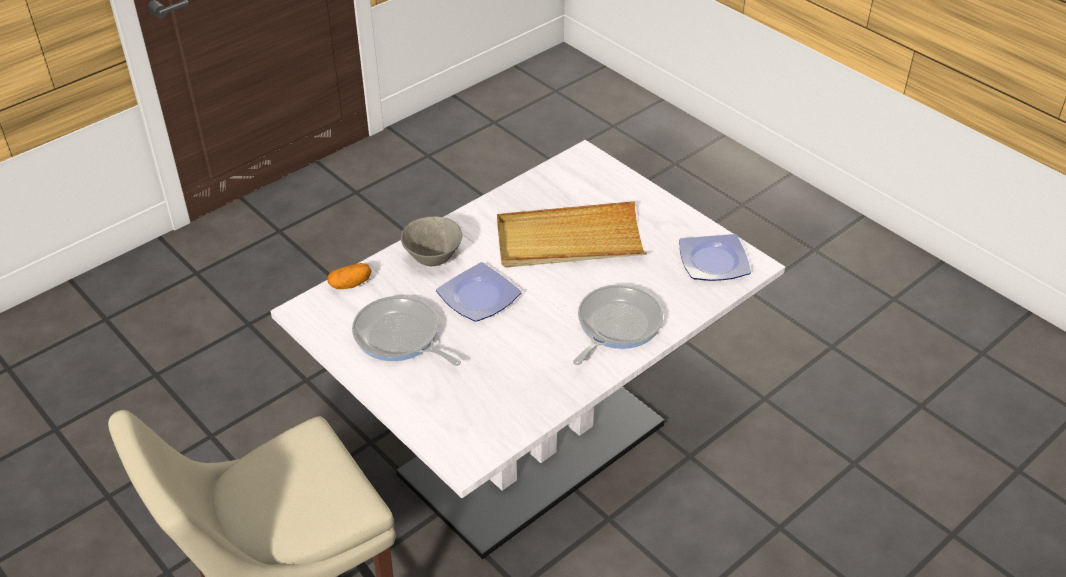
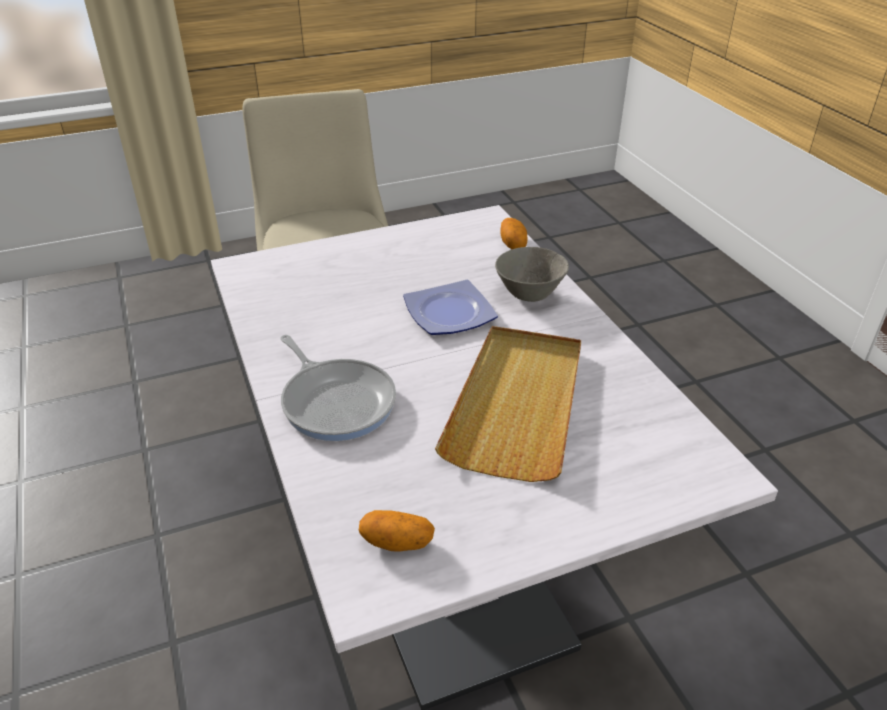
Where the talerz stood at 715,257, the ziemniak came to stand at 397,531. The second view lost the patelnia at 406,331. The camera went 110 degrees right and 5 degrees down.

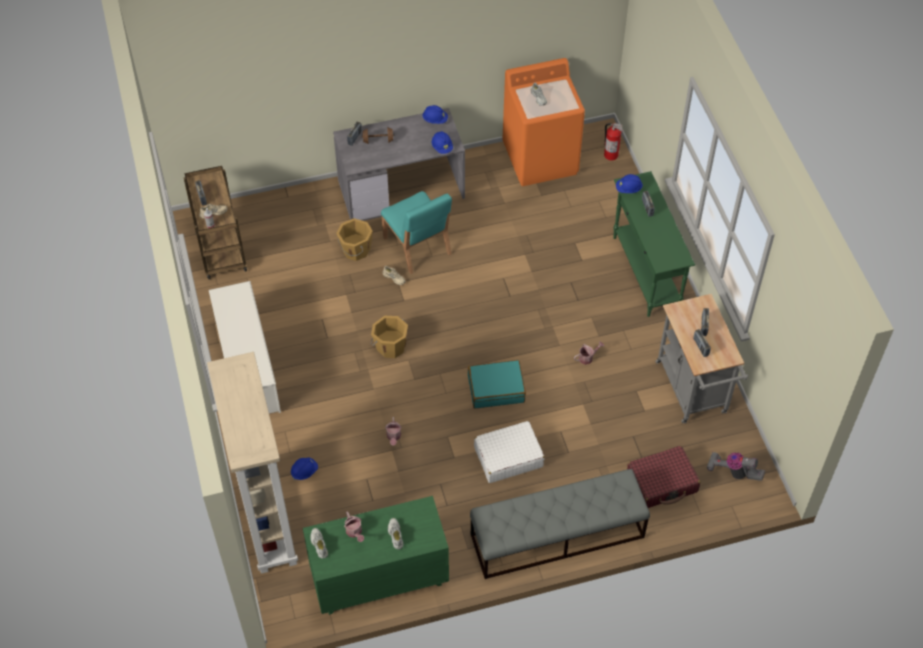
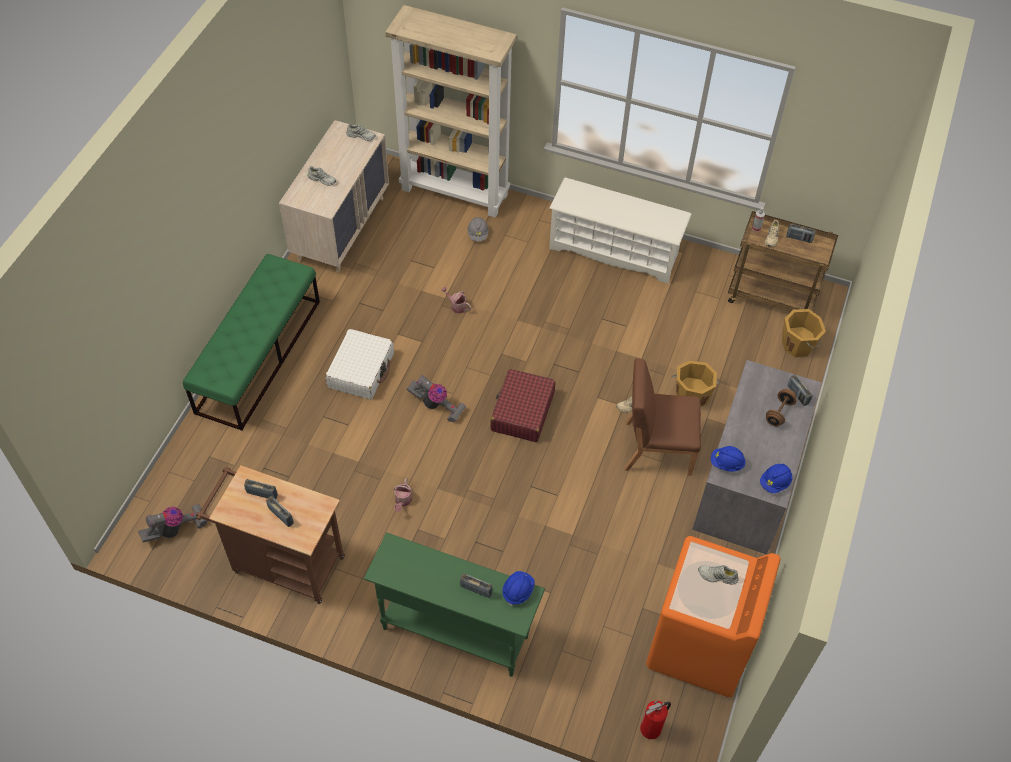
What was the ławka/szary at 560,524 turned into the ławka/zielony at 251,342. What was the wózek/szary at 701,358 turned into the wózek/brązowy at 270,534. What was the komoda/zielony at 376,555 turned into the komoda/beżowy at 334,196. Where the walizka/turkusowy stood at 497,384, the odkurzacz came to stand at 436,399. What was the kask/niebieski at 304,469 turned into the kask/szary at 478,229. The walizka/czerwony ended up elsewhere, having gone from 663,477 to 523,405. What was the krzesło/turkusowy at 416,232 turned into the krzesło/brązowy at 663,417. The wiadro/pomarańczowy ended up elsewhere, having gone from 389,337 to 804,333. The second view lost the konewka at 354,527. The camera went 125 degrees right and 0 degrees up.

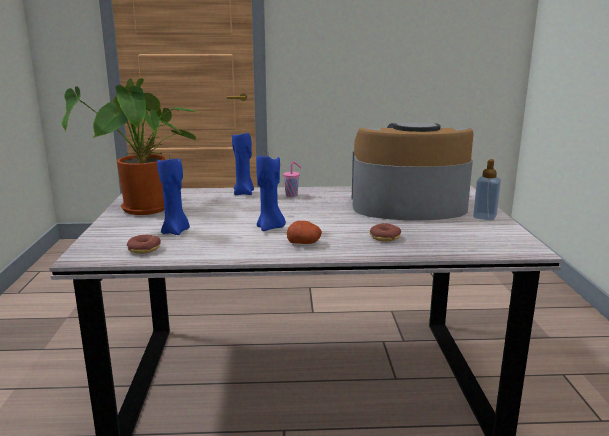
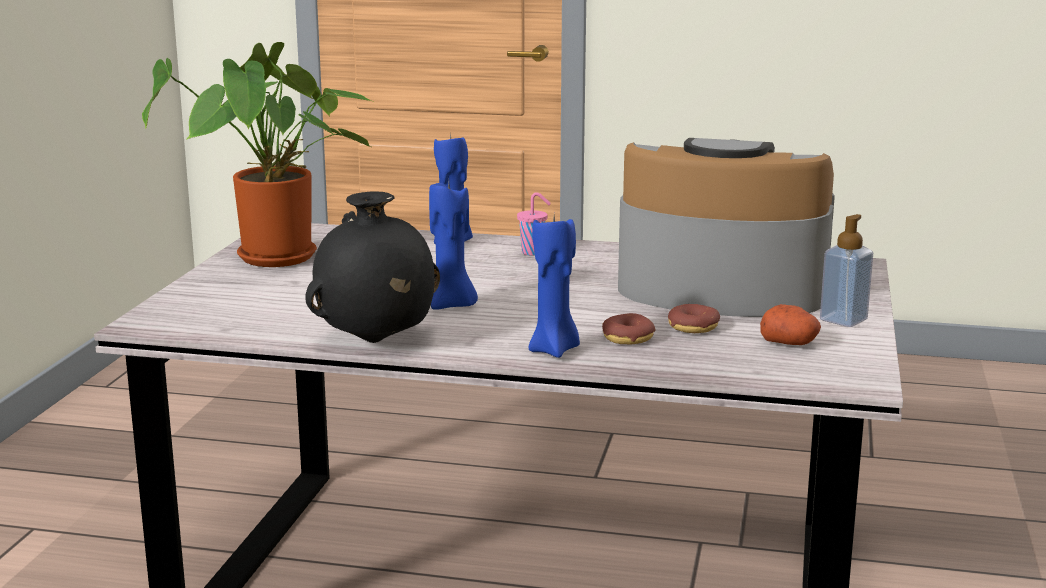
The second view gained the wazon/czarny at 372,267. The świeca/niebieski ended up elsewhere, having gone from 173,196 to 554,287. The donut ended up elsewhere, having gone from 144,244 to 694,318. The ziemniak ended up elsewhere, having gone from 304,232 to 790,324. The camera went 15 degrees right and 0 degrees up.

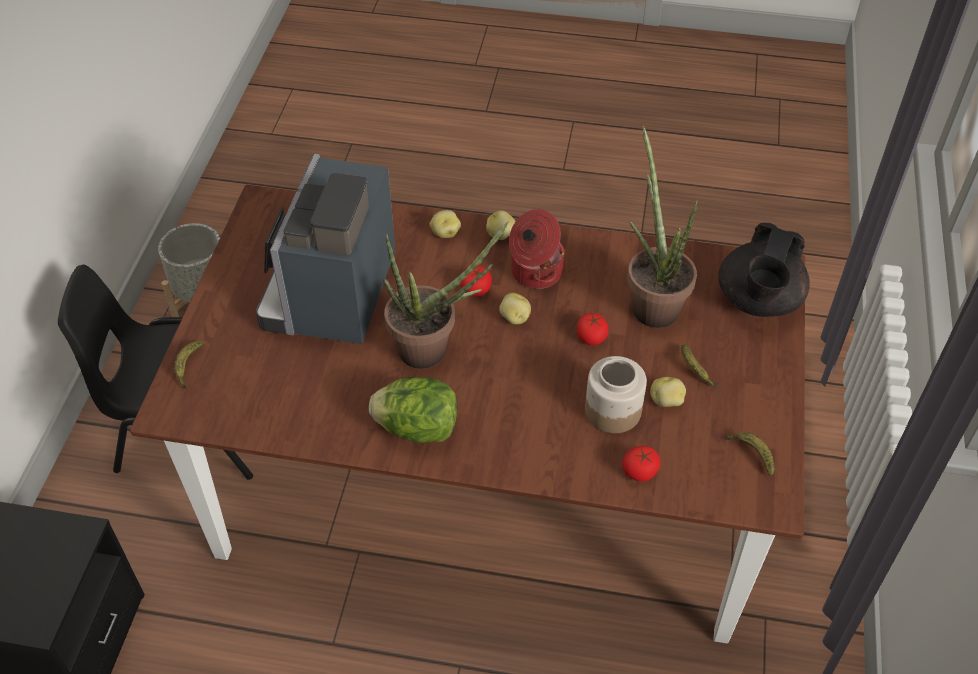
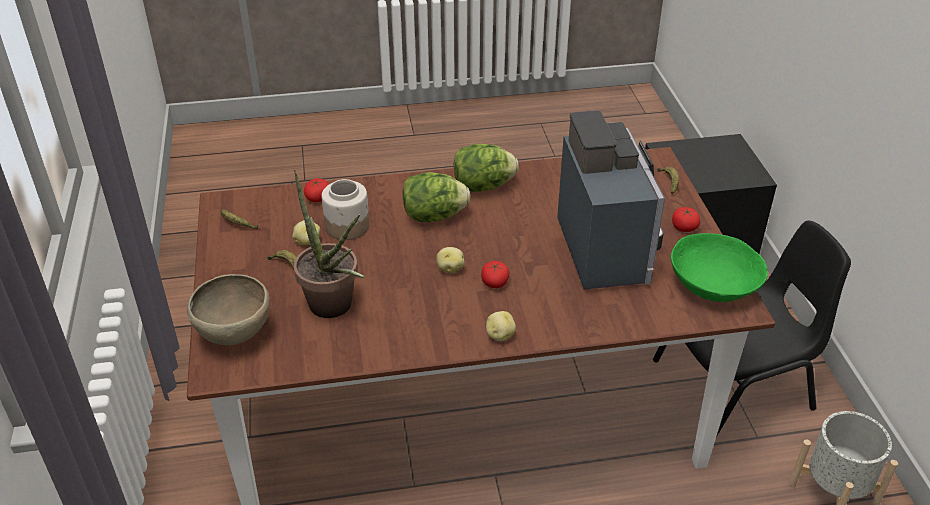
Where the imbryk/czarny stood at 764,270, the miska/brązowy came to stand at 228,309. The second view gained the sałata at 436,197. The second view gained the miska/zielony at 719,267. The pomidor ended up elsewhere, having gone from 593,329 to 686,219. The second view lost the roślina doniczkowa at 446,295. The second view lost the ziemniak at 445,224. The second view lost the garnek at 537,249. The camera went 160 degrees right and 10 degrees down.

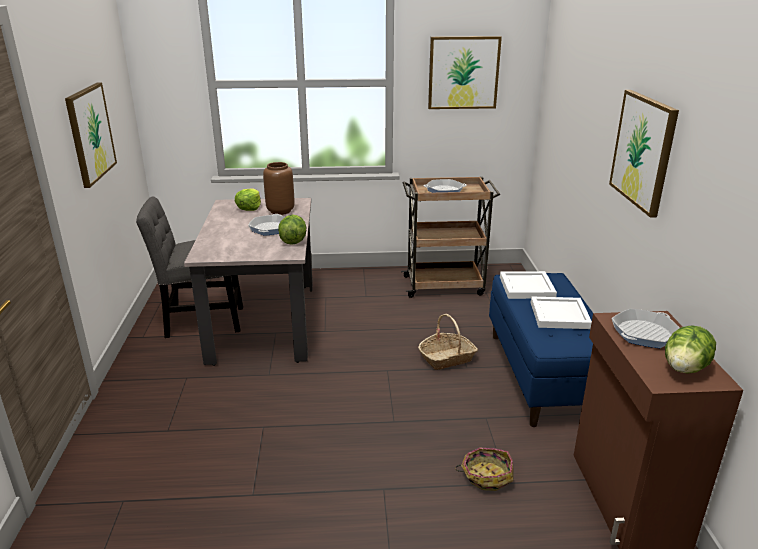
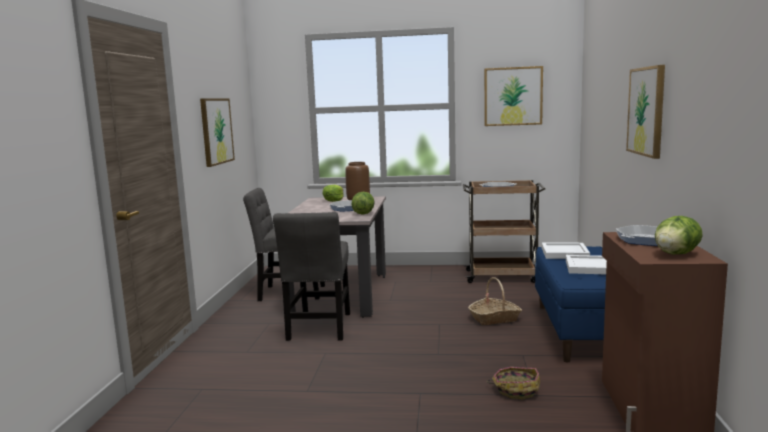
The second view gained the krzesło/szary at 311,276. The camera went 10 degrees right and 15 degrees down.

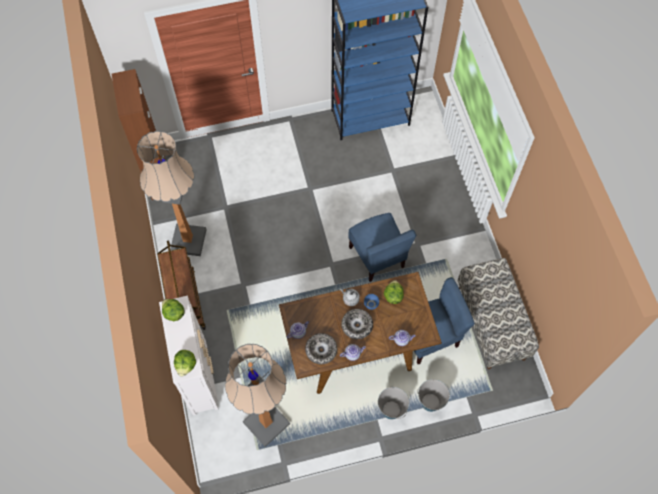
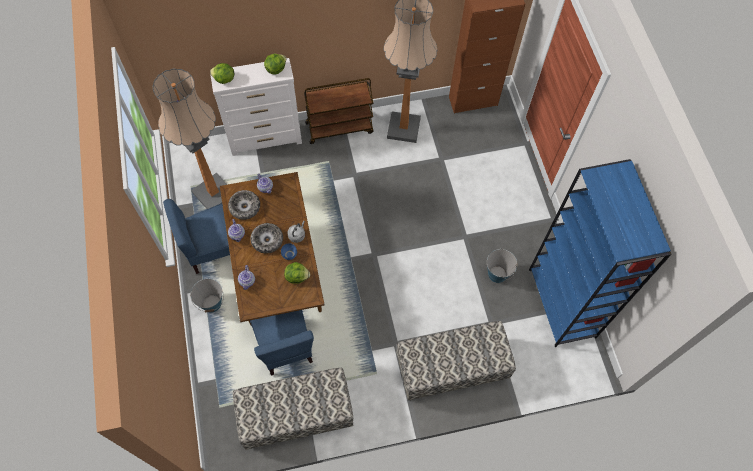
The krzesło/niebieski ended up elsewhere, having gone from 382,247 to 196,236. The second view gained the ławka at 456,360. The wiadro ended up elsewhere, having gone from 433,395 to 502,266. The camera went 90 degrees right and 0 degrees up.

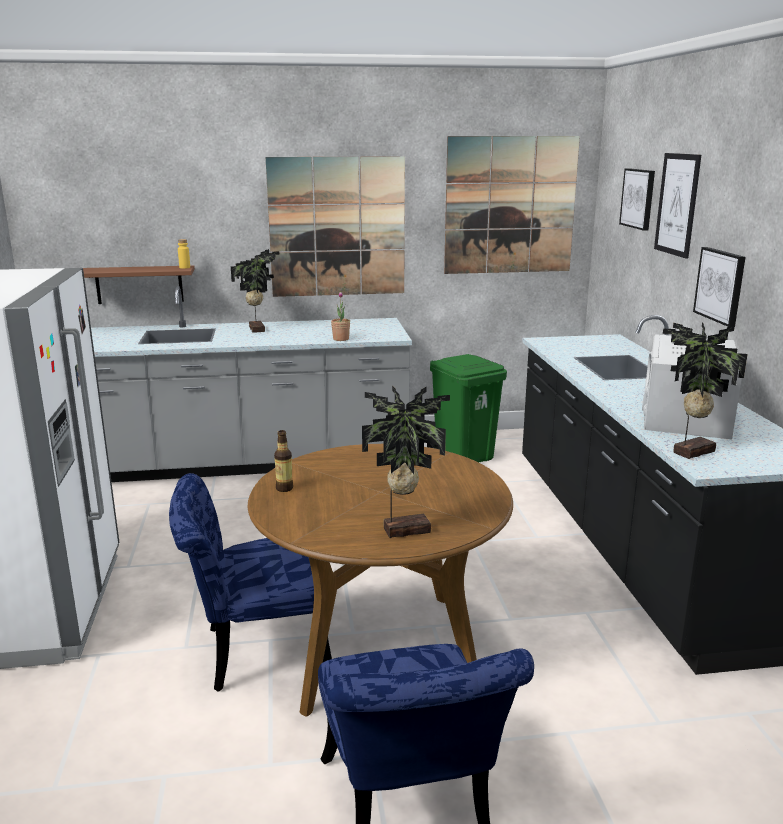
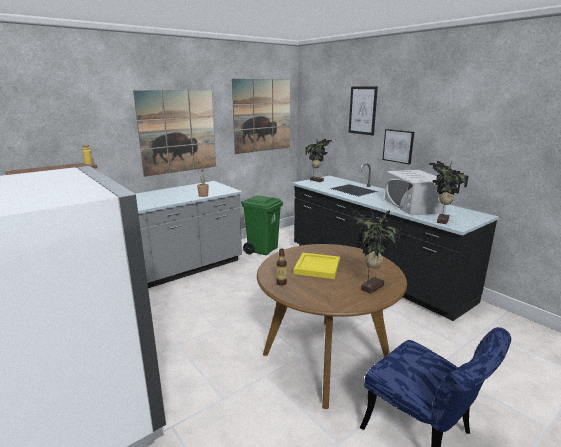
The second view gained the taca/żółty at 317,266. The roślina doniczkowa ended up elsewhere, having gone from 255,291 to 318,160. The second view lost the krzesło/niebieski at 250,582. The second view lost the obraz at 637,199. The camera went 30 degrees left and 0 degrees up.

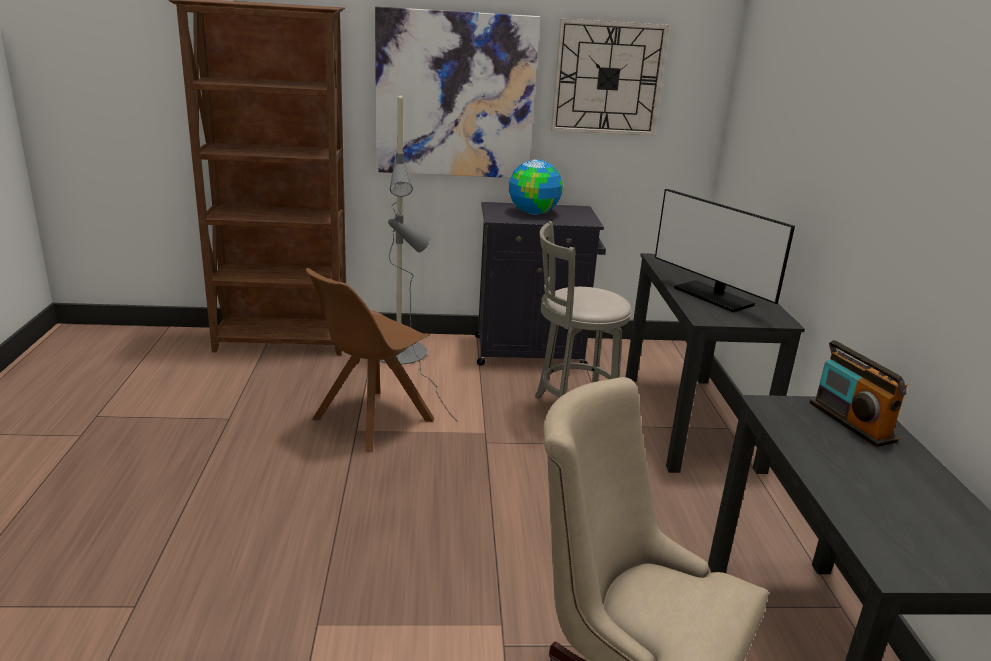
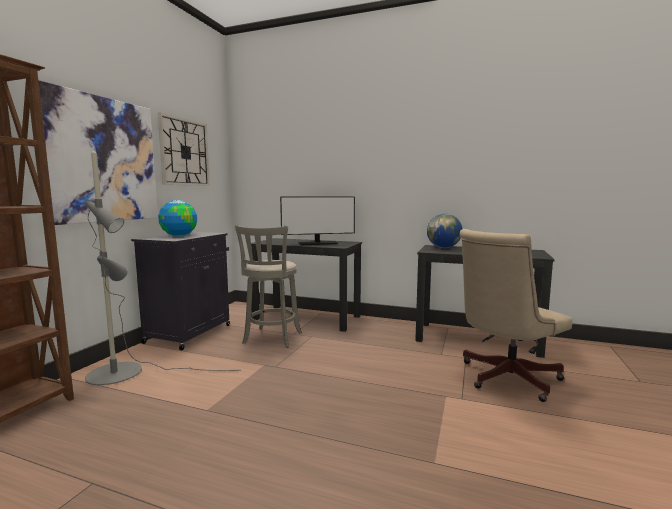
Where the radio stood at 858,393, the globus came to stand at 445,231. The second view lost the krzesło/brązowy at 370,360. The camera went 65 degrees left and 15 degrees down.

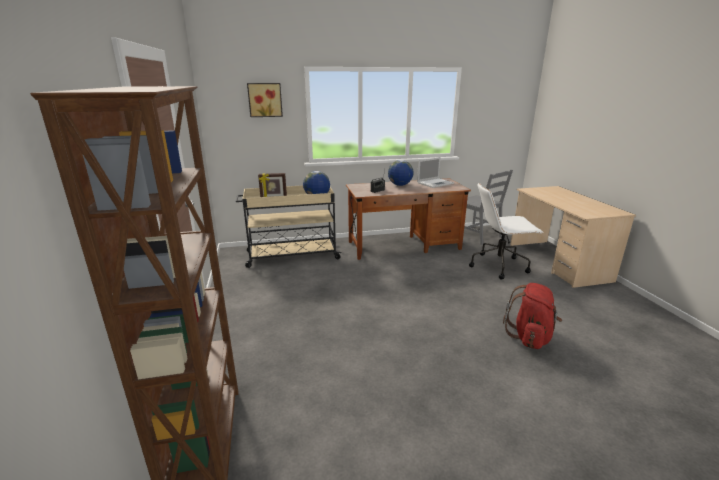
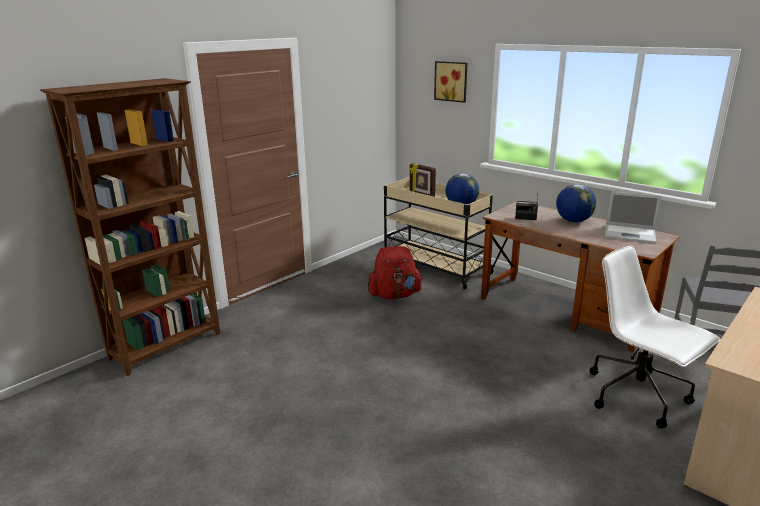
The plecak/czerwony ended up elsewhere, having gone from 532,316 to 395,272. The camera went 55 degrees right and 0 degrees up.

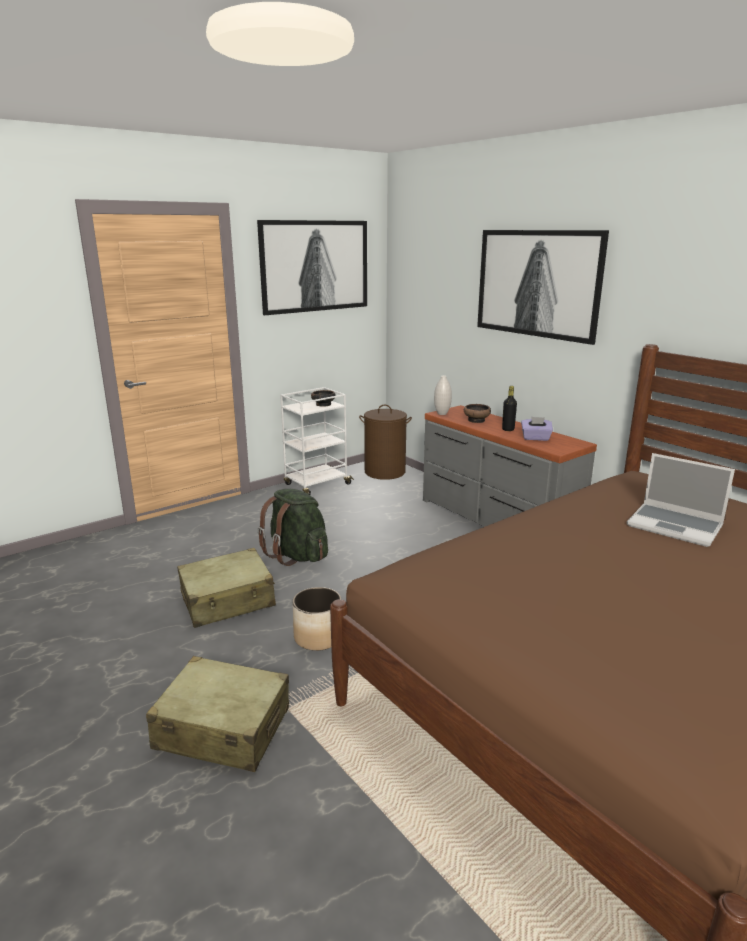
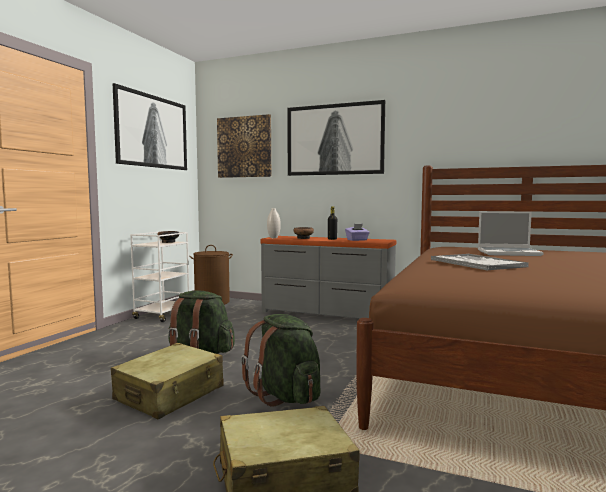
The second view gained the obraz at 244,146. Where the donica stood at 316,619, the plecak/zielony came to stand at 281,360. The second view gained the taca at 480,262. The camera went 30 degrees left and 15 degrees down.

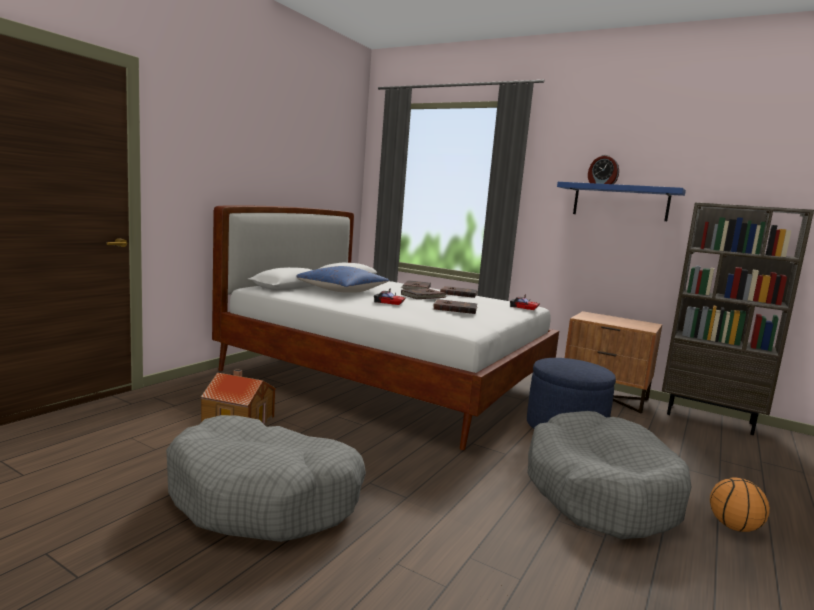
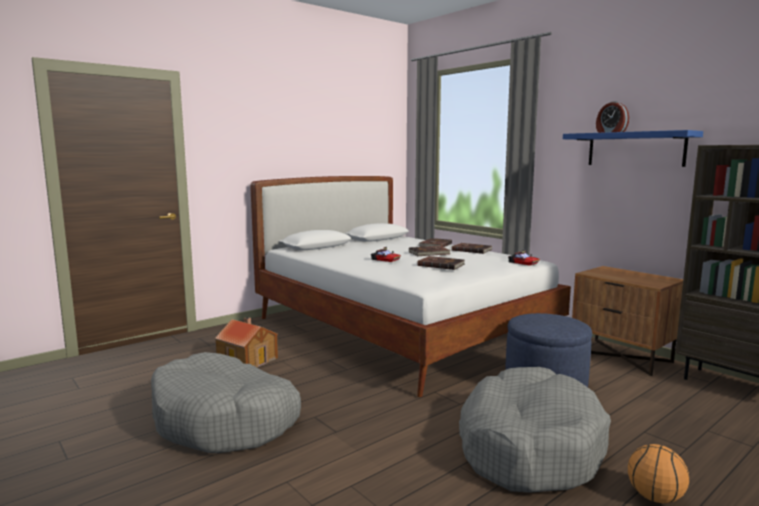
The second view lost the poduszka/niebieski at 343,279. The camera went 20 degrees right and 0 degrees up.

